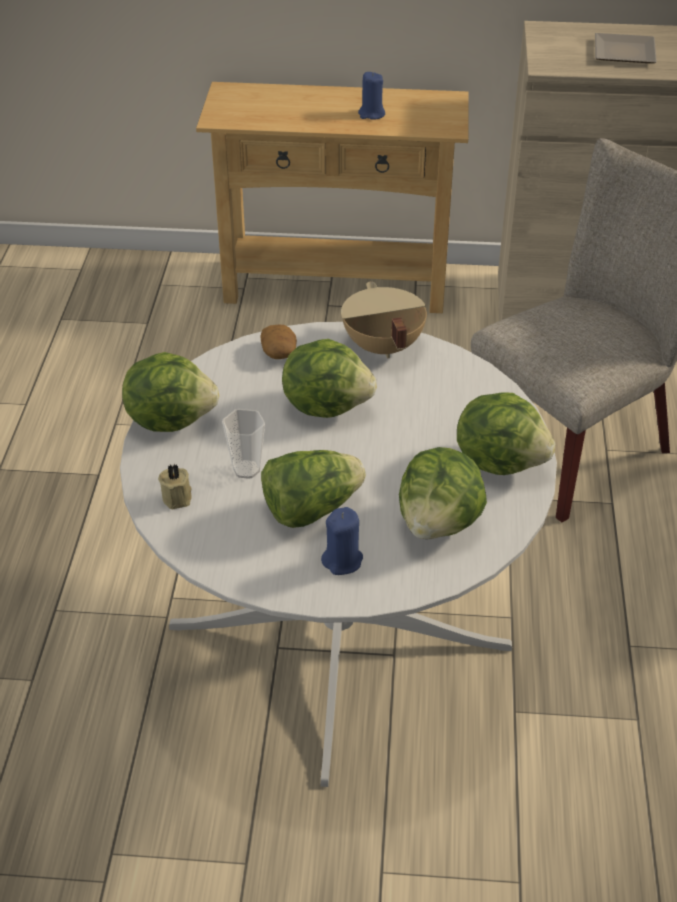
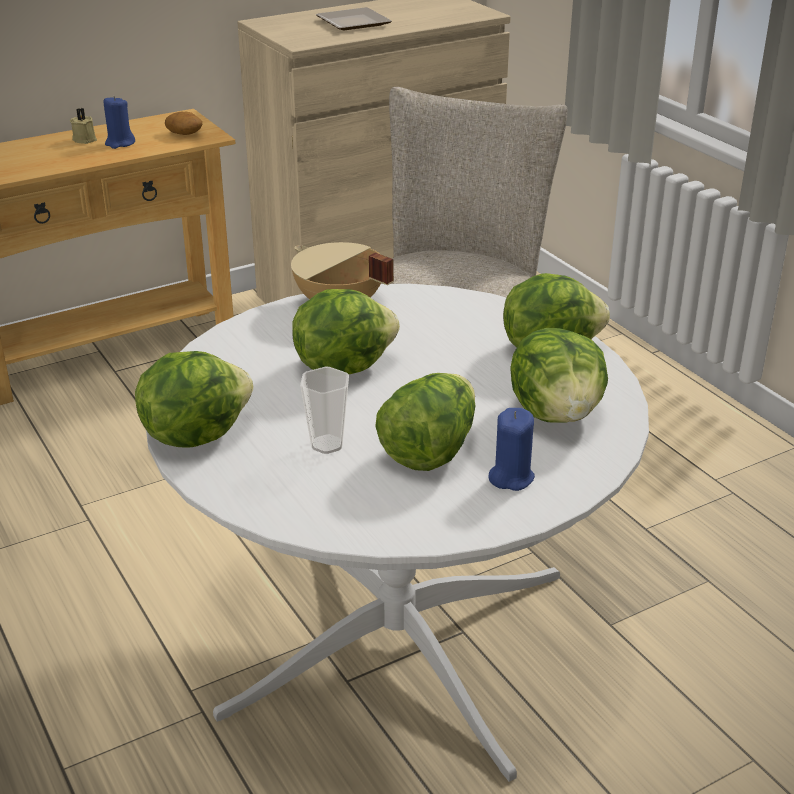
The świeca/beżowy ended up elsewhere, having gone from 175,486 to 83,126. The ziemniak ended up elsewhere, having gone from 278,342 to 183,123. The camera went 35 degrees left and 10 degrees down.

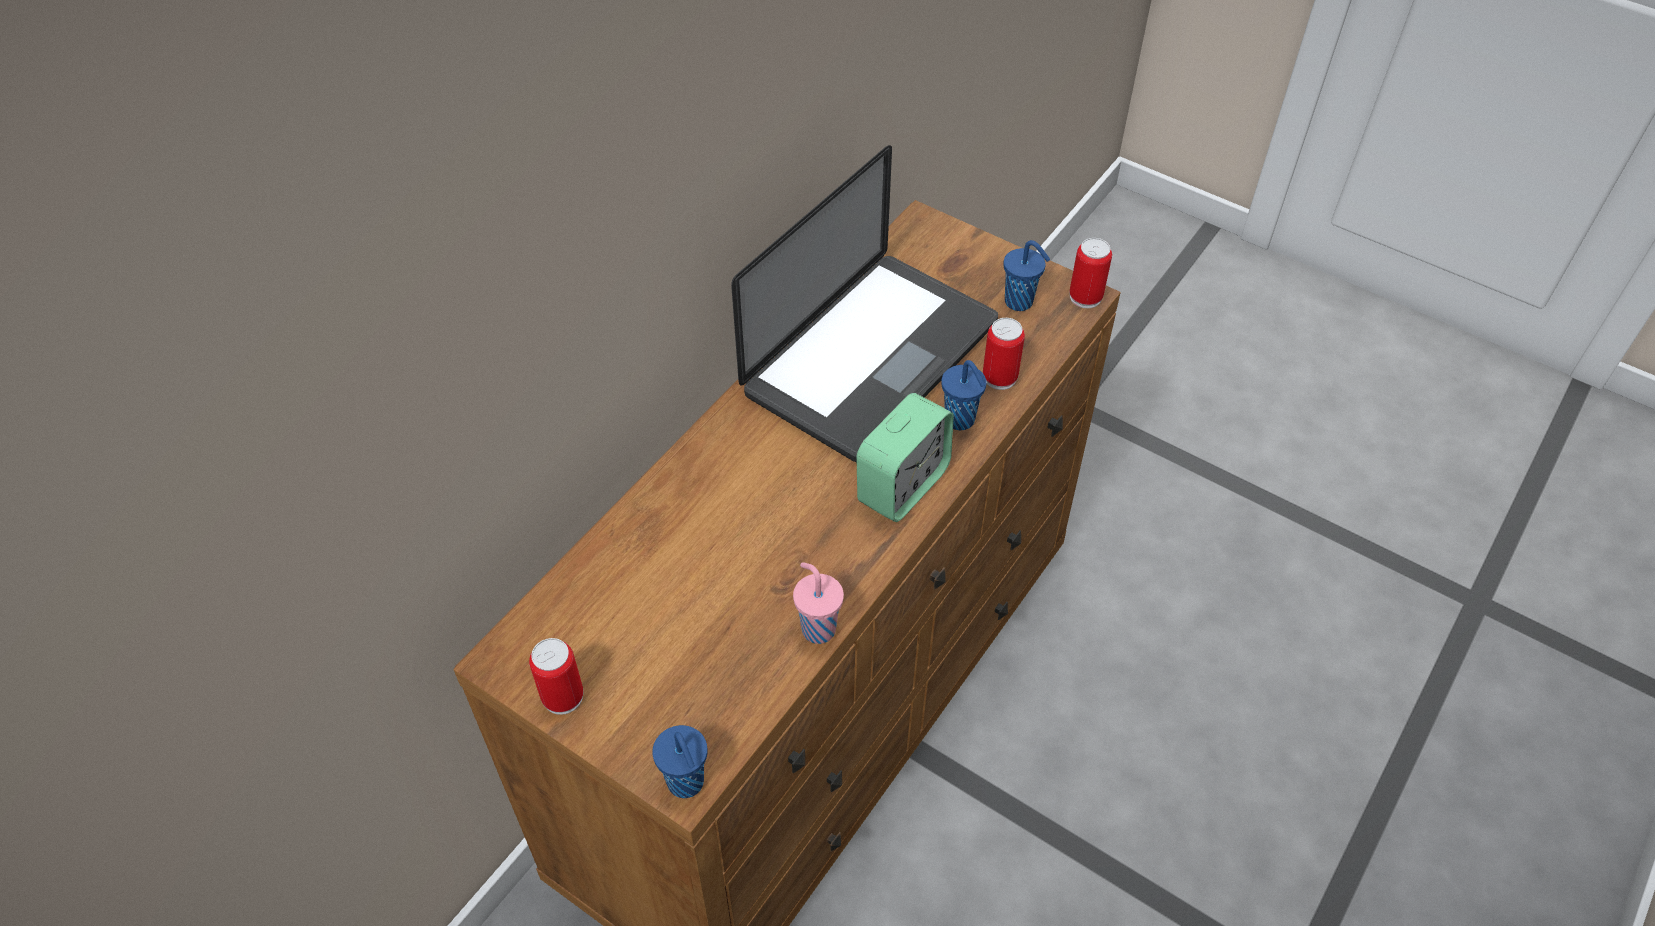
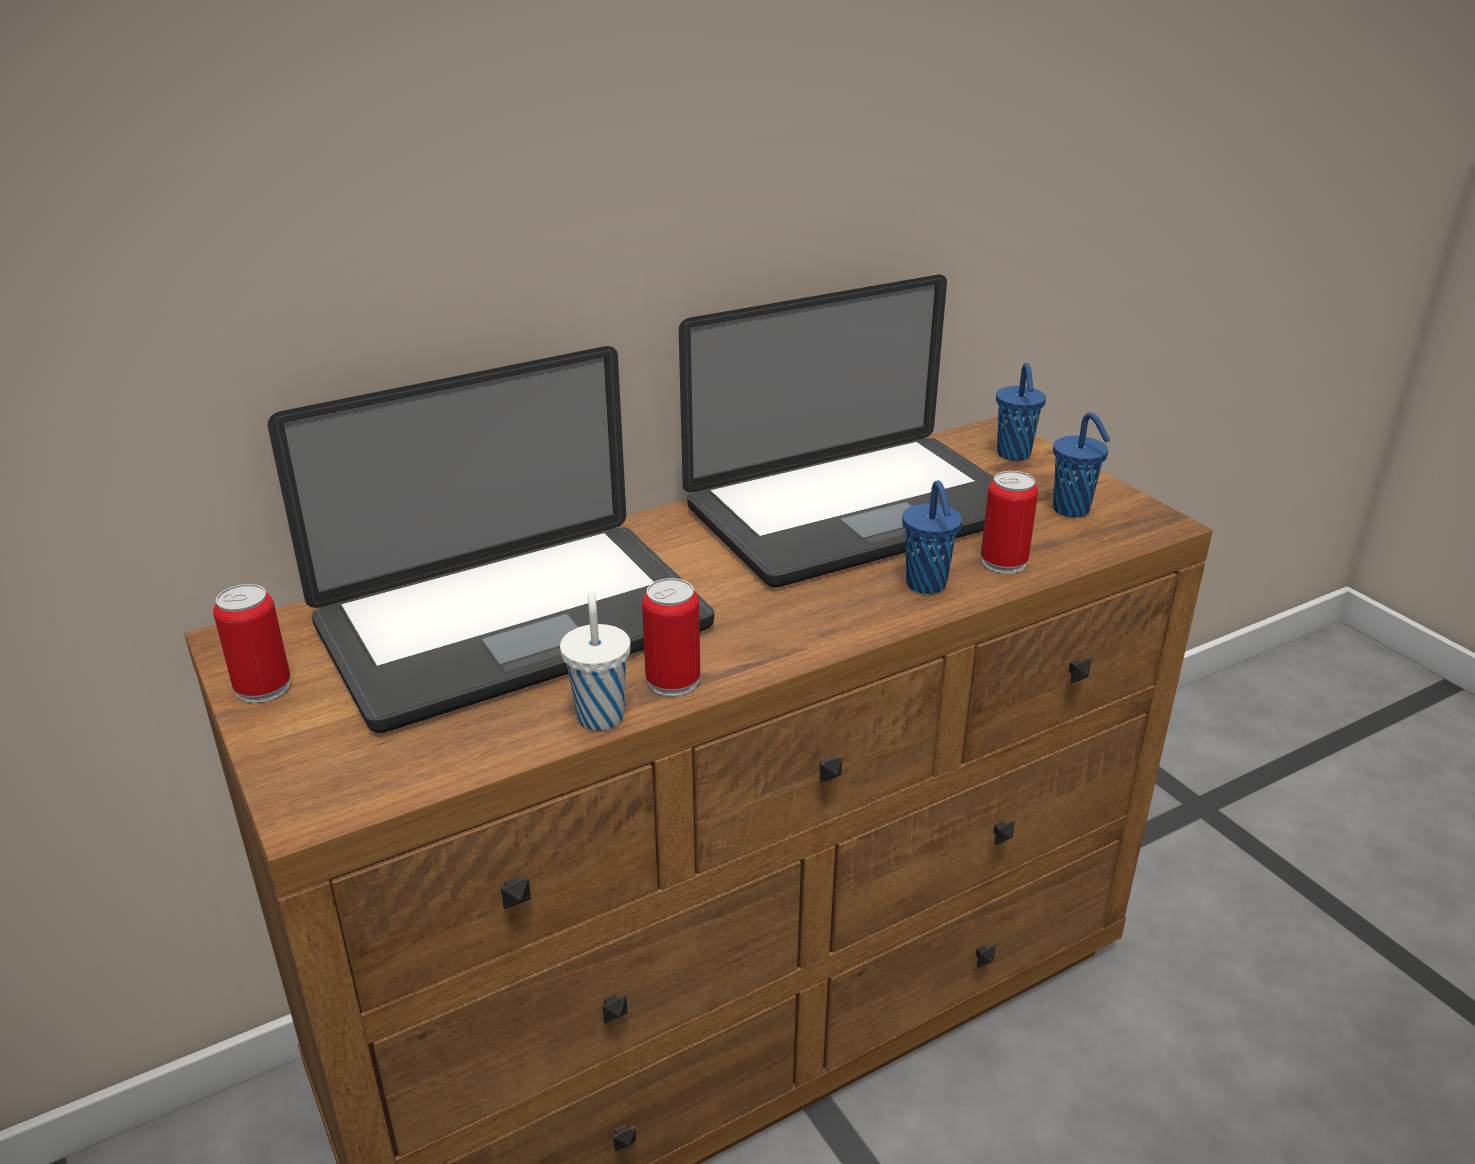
The second view gained the laptop at 491,539. What was the filiżanka/różowy at 818,603 turned into the filiżanka/biały at 595,661. The puszka ended up elsewhere, having gone from 1090,273 to 671,637. The filiżanka/niebieski ended up elsewhere, having gone from 680,761 to 1021,412. The second view lost the budzik at 905,457. The camera went 25 degrees right and 20 degrees down.

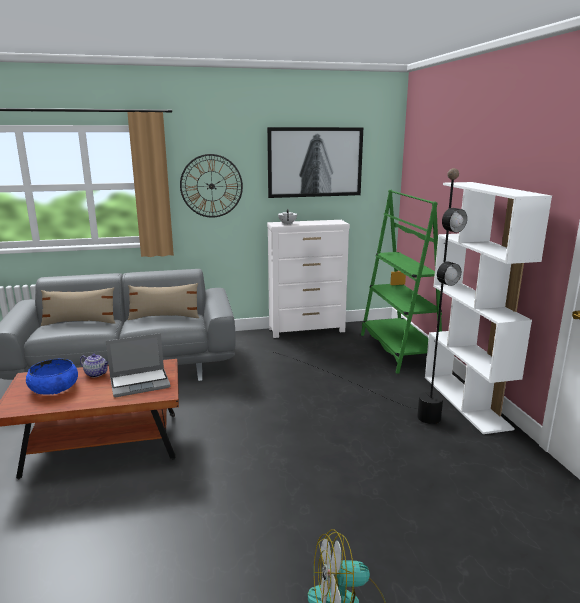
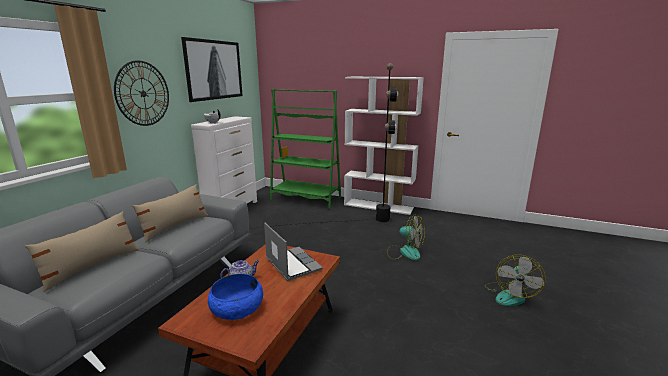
The laptop at 138,365 ended up facing another way, 45 degrees counterclockwise from before. The second view gained the wentylator at 406,237. The camera went 55 degrees left and 0 degrees up.

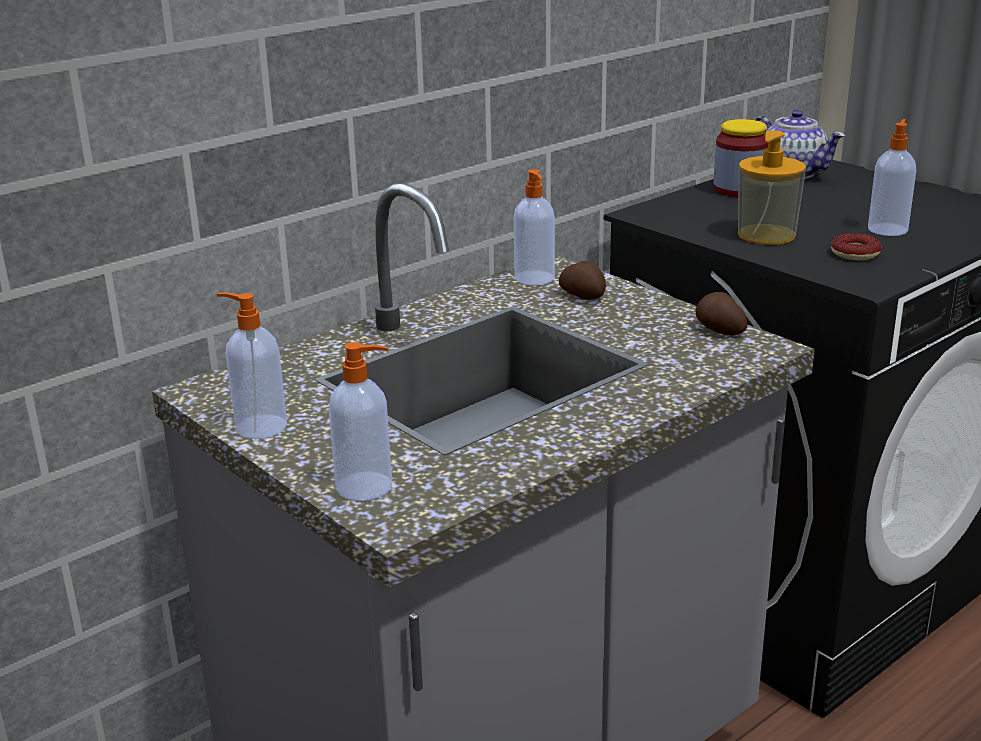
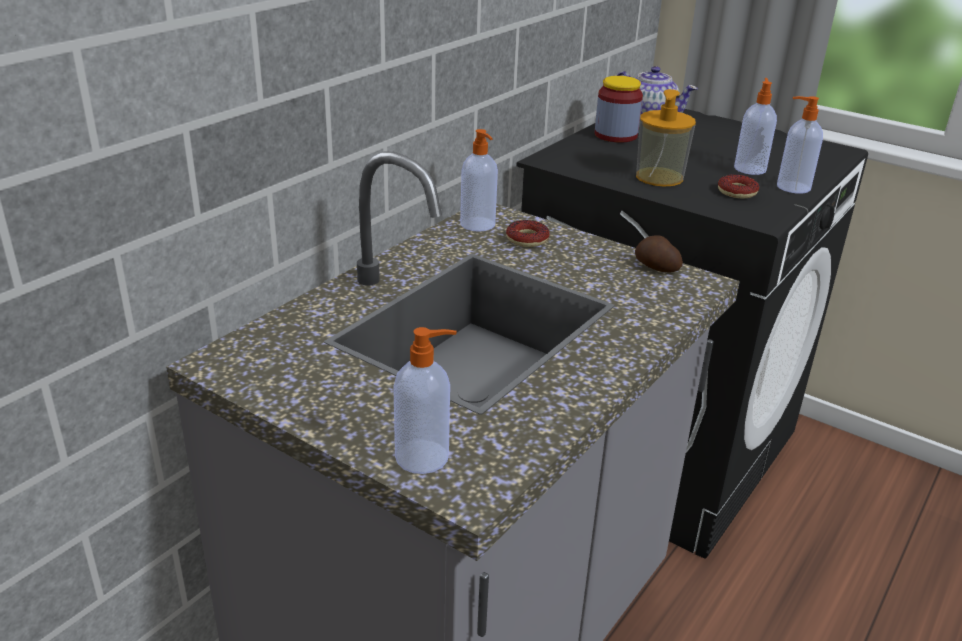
Where the ziemniak stood at 582,280, the donut came to stand at 528,233. The dozownik mydła ended up elsewhere, having gone from 252,366 to 800,145. The camera went 15 degrees left and 5 degrees up.

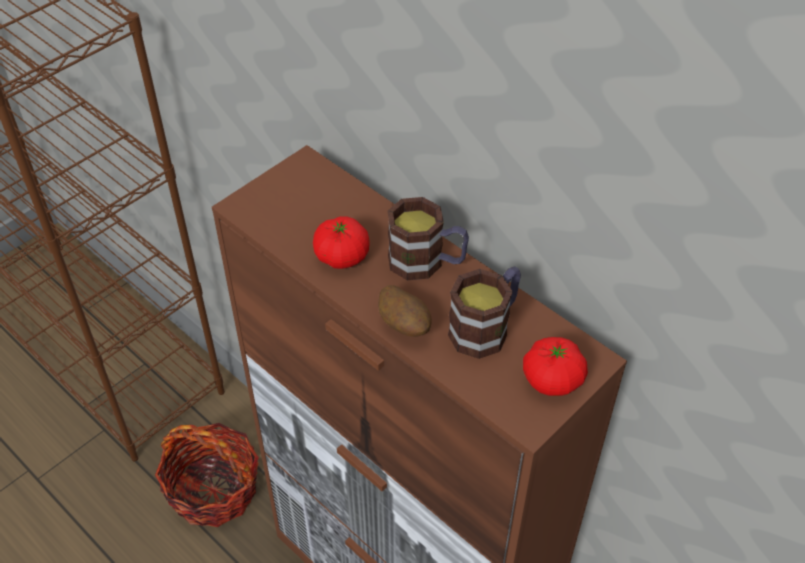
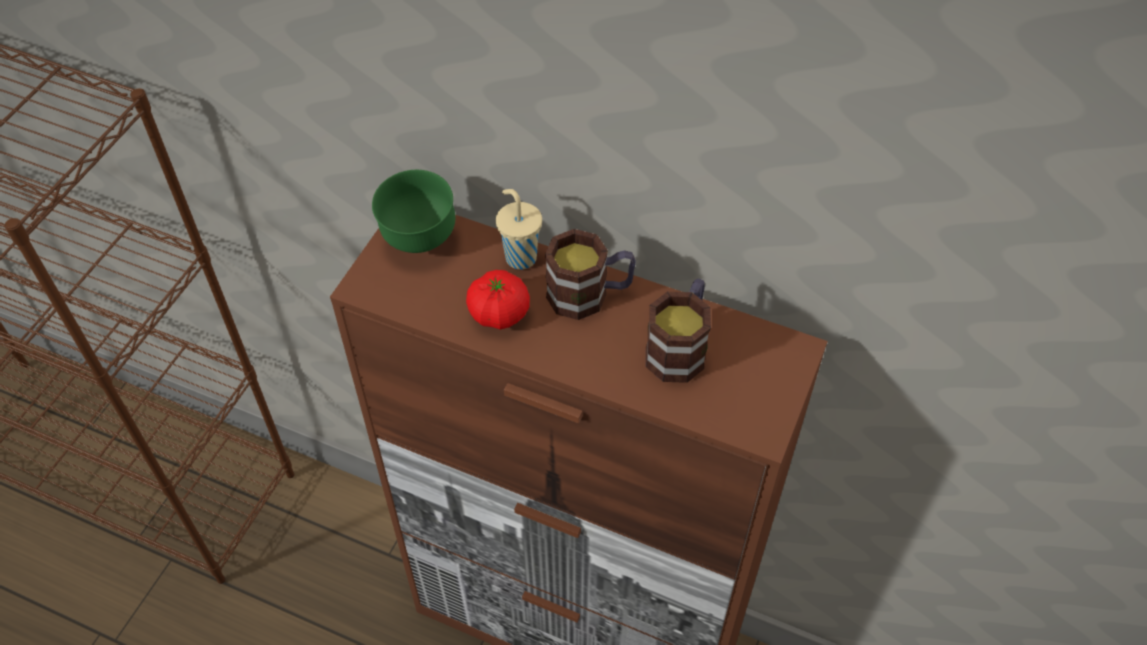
The second view gained the miska/zielony at 414,211. The second view gained the filiżanka/beżowy at 519,229. The second view lost the koszyk at 207,475. The second view lost the ziemniak at 405,311. The second view lost the pomidor at 555,366. The camera went 20 degrees left and 5 degrees up.

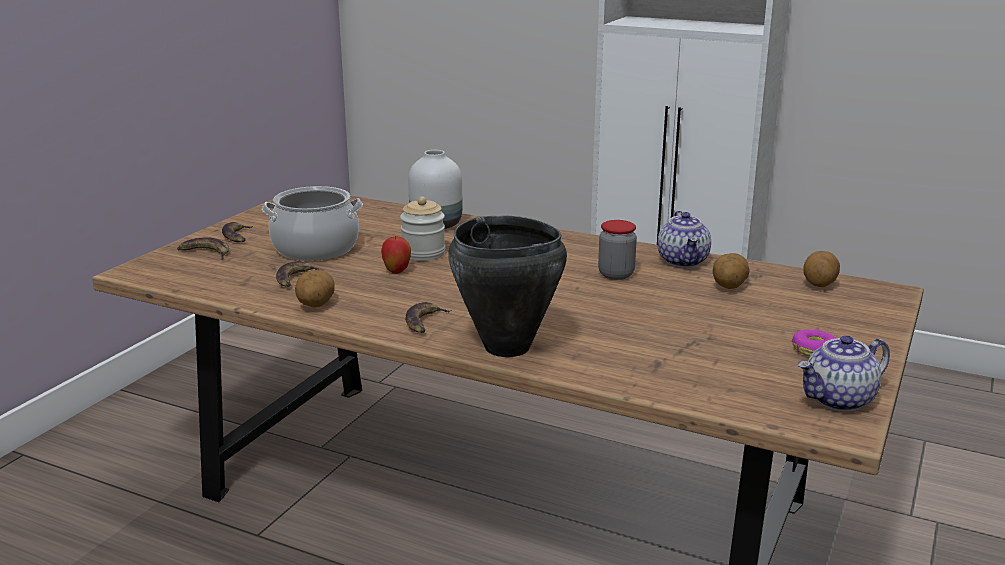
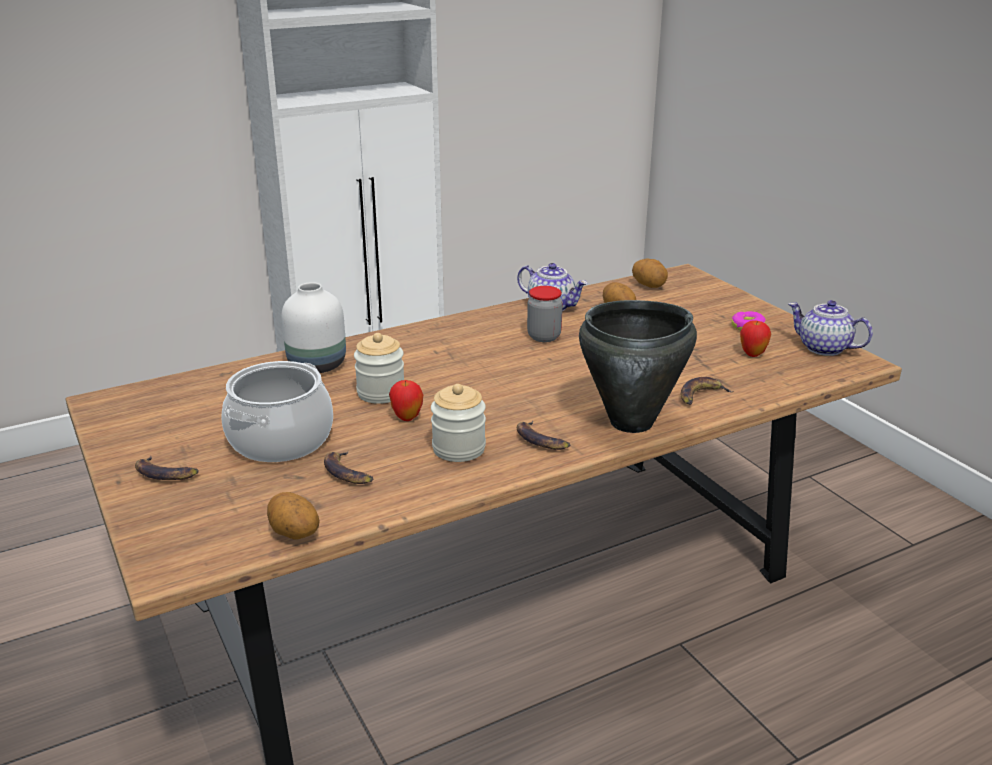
The ziemniak ended up elsewhere, having gone from 315,289 to 293,516. The second view gained the słoik at 458,423. The banan ended up elsewhere, having gone from 203,248 to 707,391. The second view gained the jabłko at 755,338. The imbryk at 844,373 ended up facing another way, 120 degrees clockwise from before. The camera went 55 degrees left and 5 degrees up.

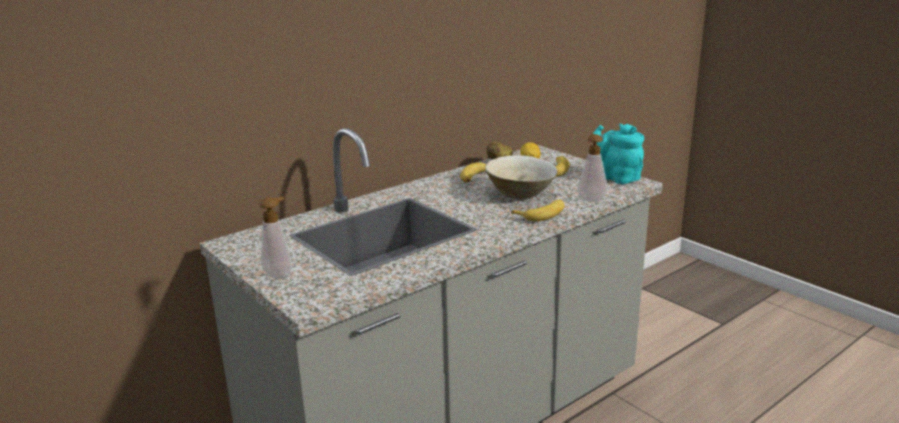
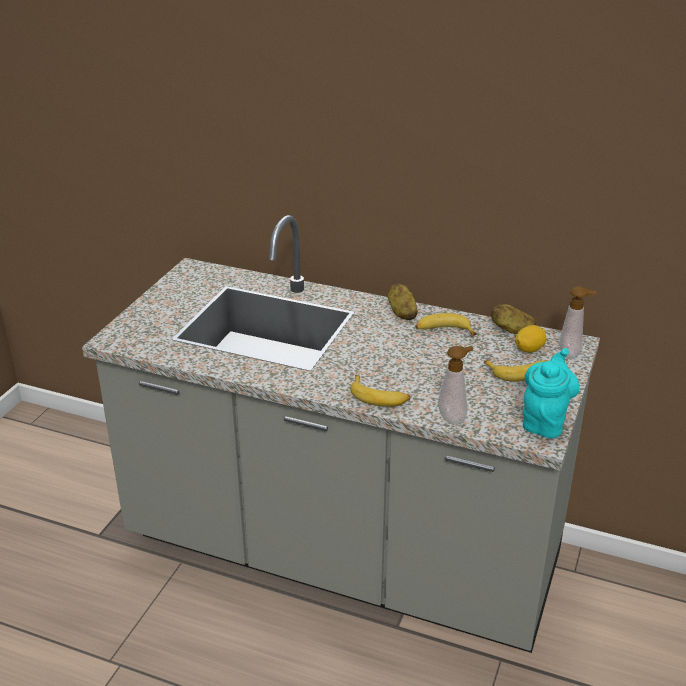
The second view gained the ziemniak at 403,301. The dozownik mydła ended up elsewhere, having gone from 276,237 to 577,322. The second view lost the miska/beżowy at 521,177. The camera went 60 degrees right and 10 degrees up.

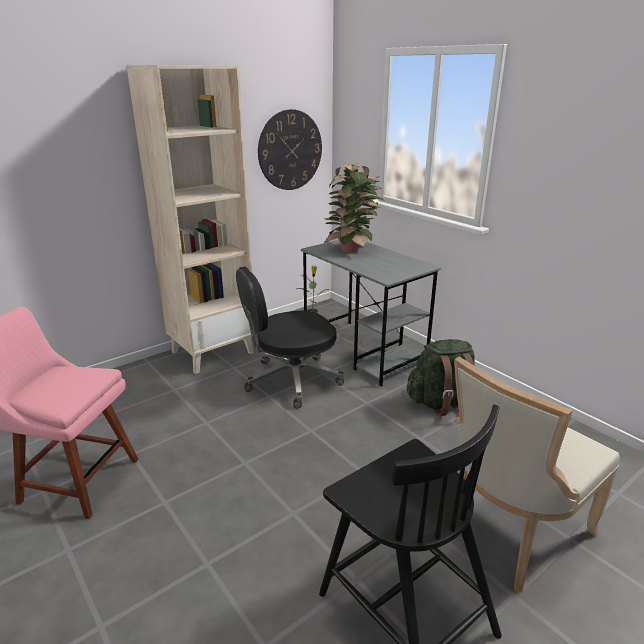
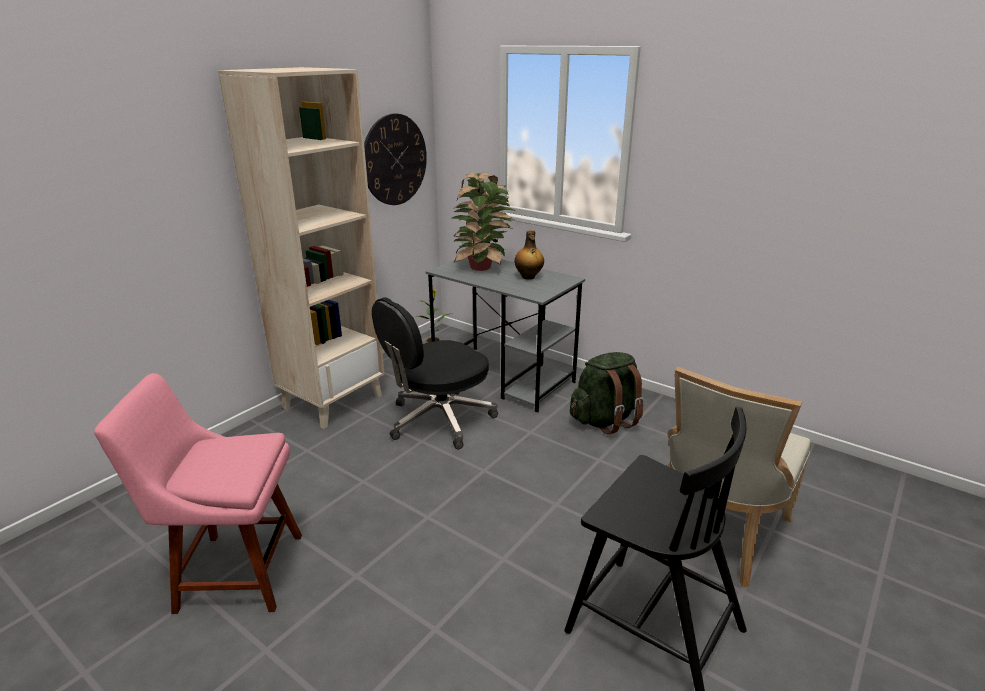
The second view gained the butelka at 529,255. The camera went 15 degrees left and 0 degrees up.

